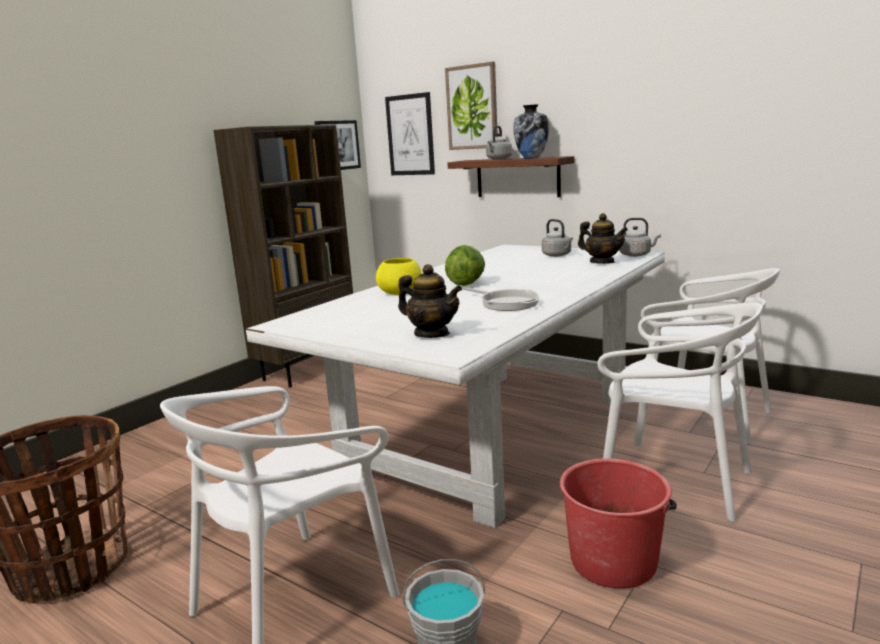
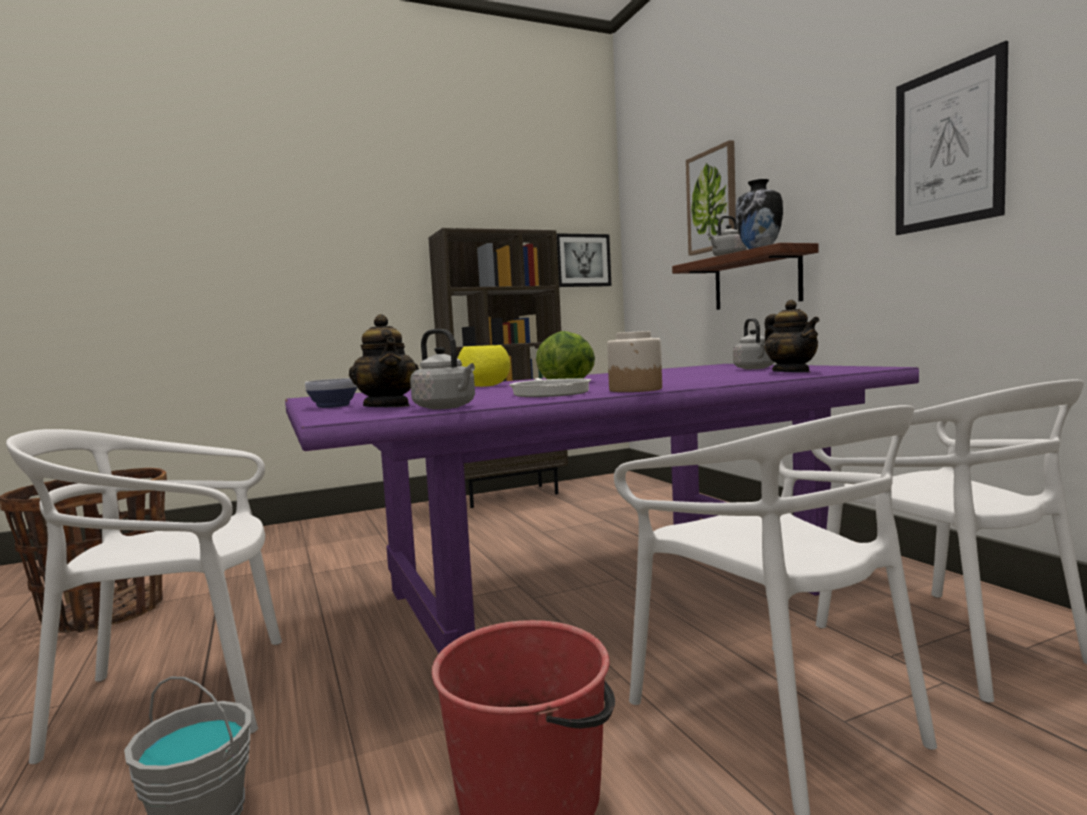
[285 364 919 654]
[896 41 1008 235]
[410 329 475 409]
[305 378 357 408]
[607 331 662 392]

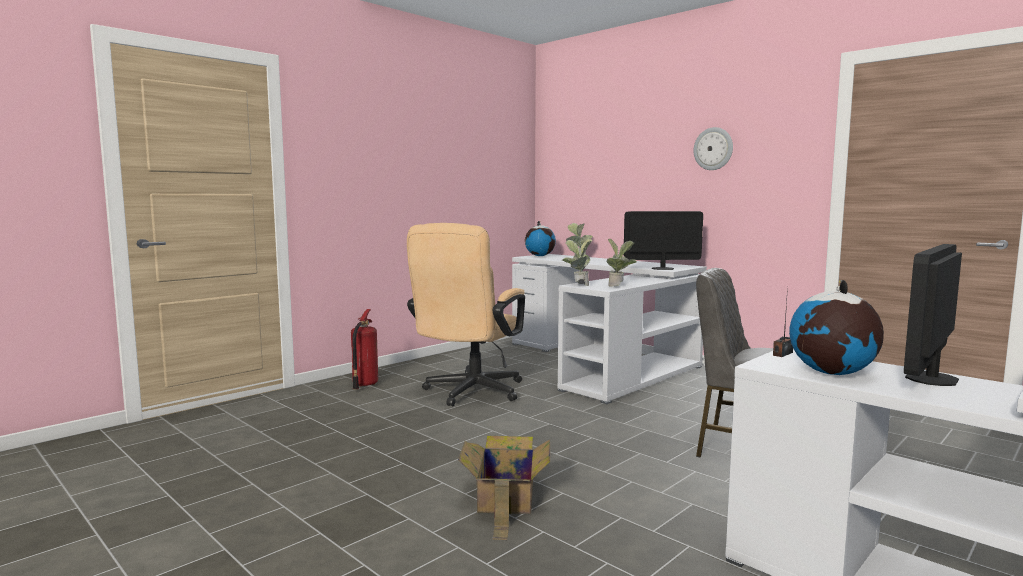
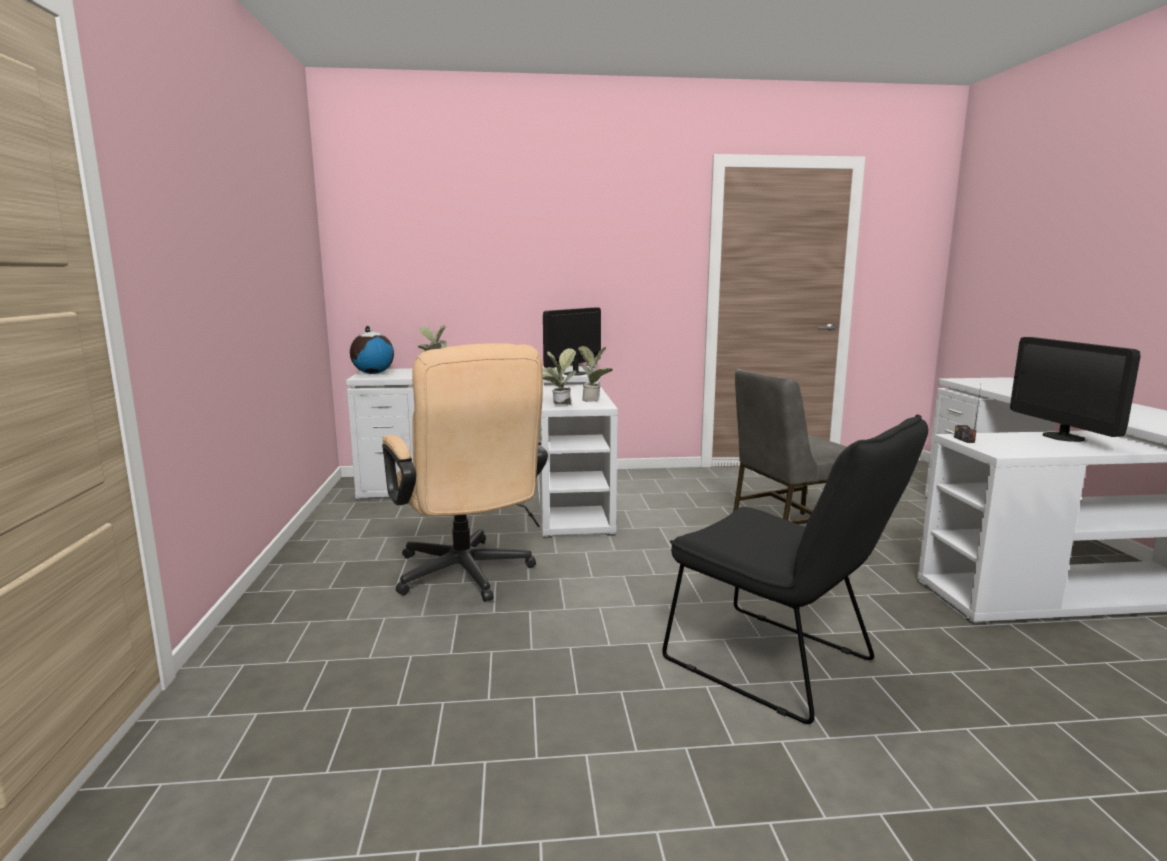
[351 309 378 390] (first image)
[662 414 929 724]
[694 127 733 170] (first image)
[789 280 884 375] (first image)

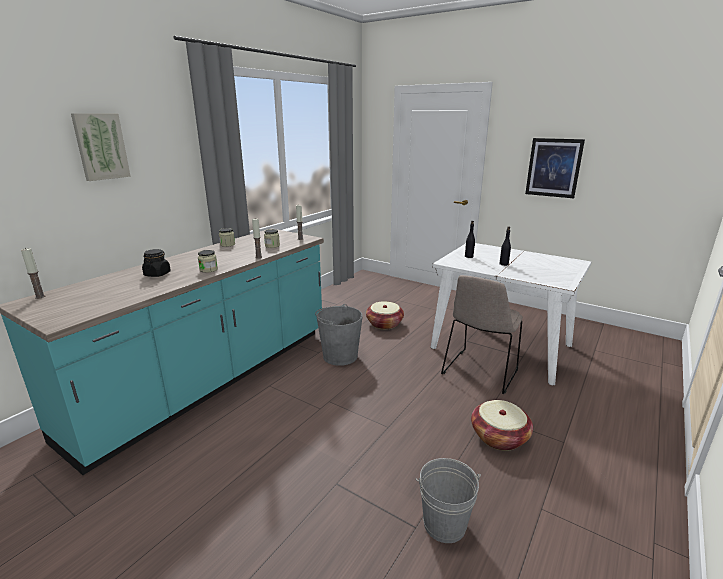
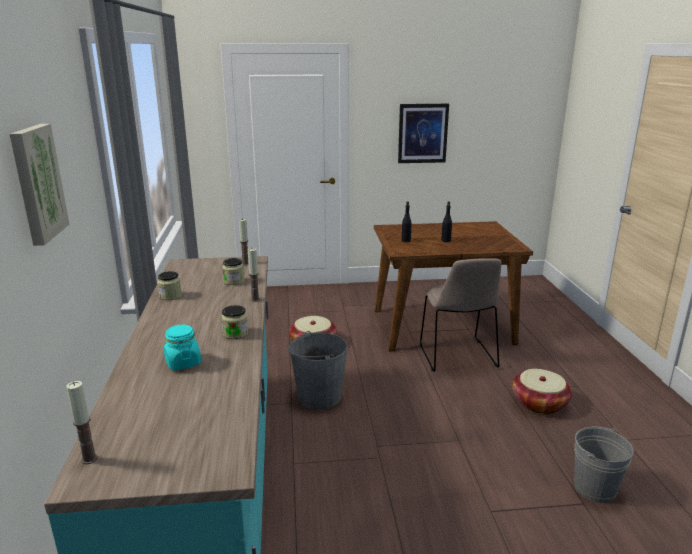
[164 325 201 370]
[374 221 533 352]

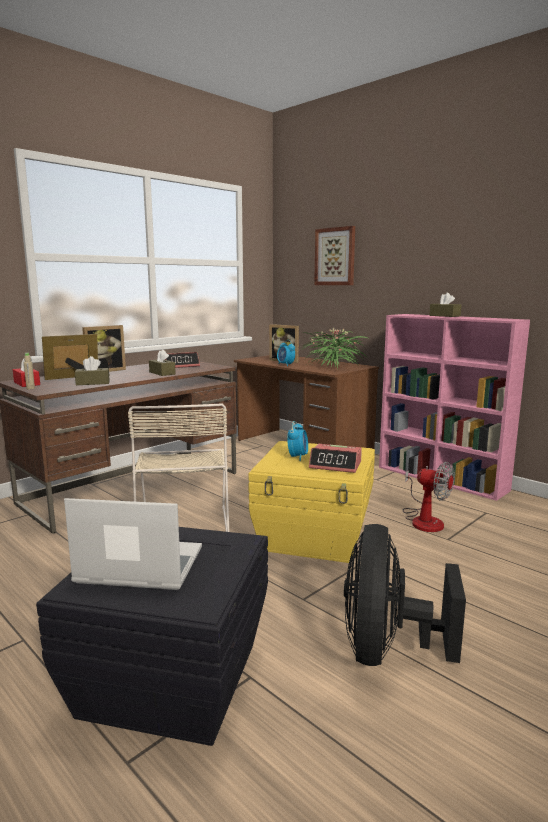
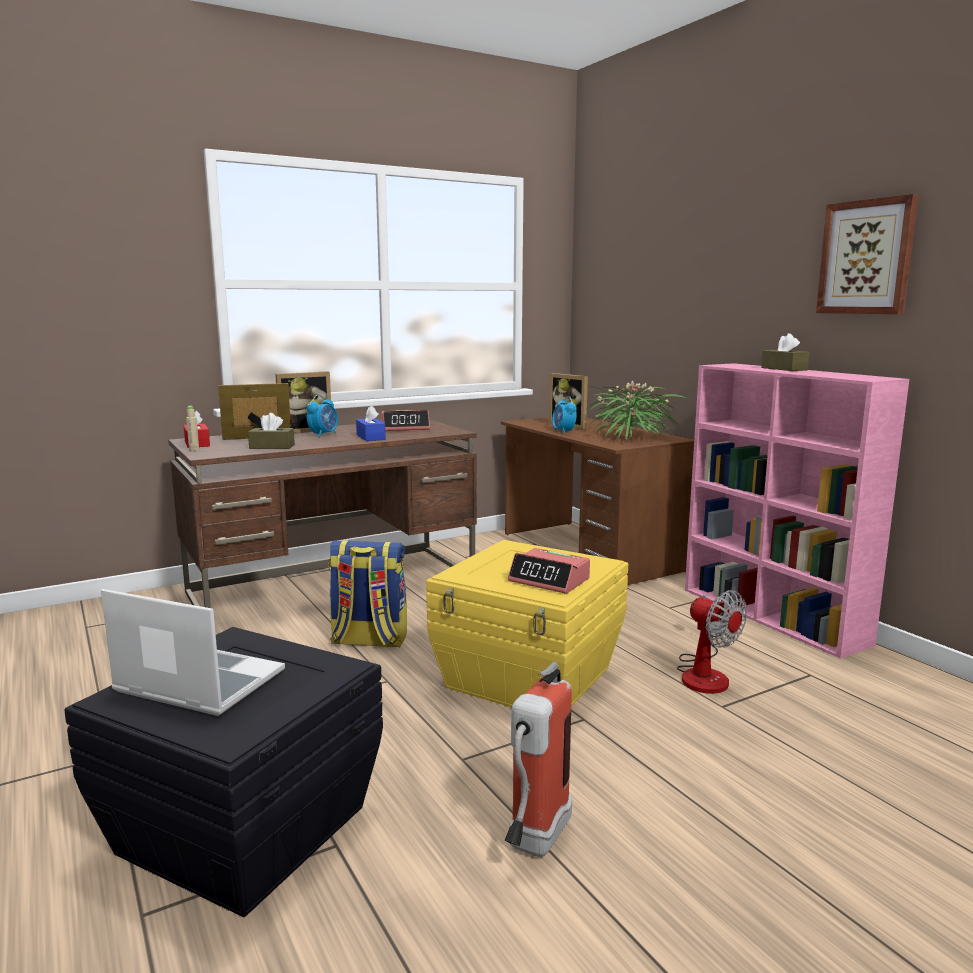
[328 540 407 647]
[356 405 386 441]
[307 395 338 437]
[816 194 919 314]
[505 662 572 857]

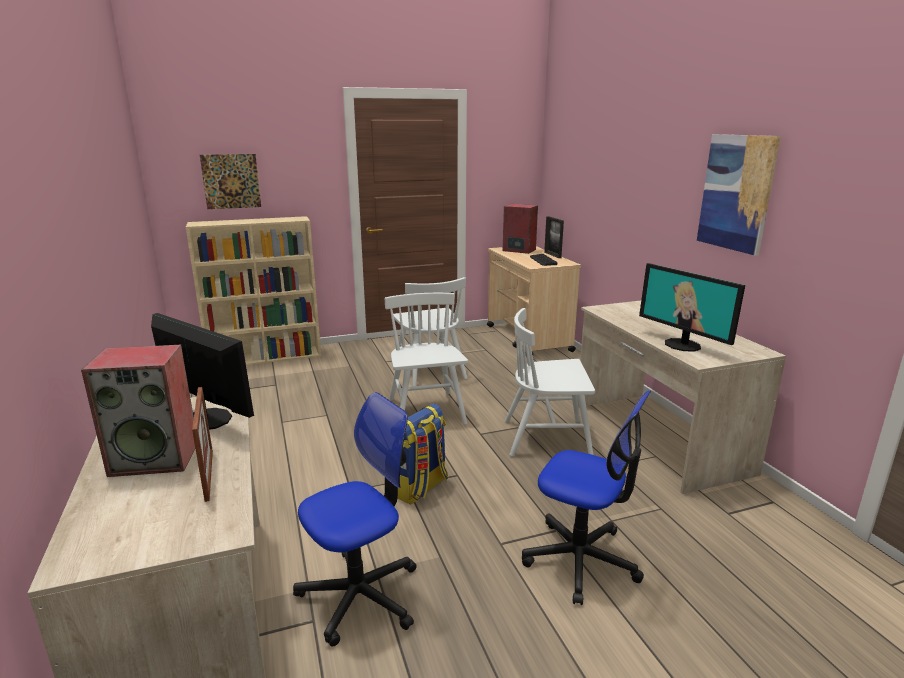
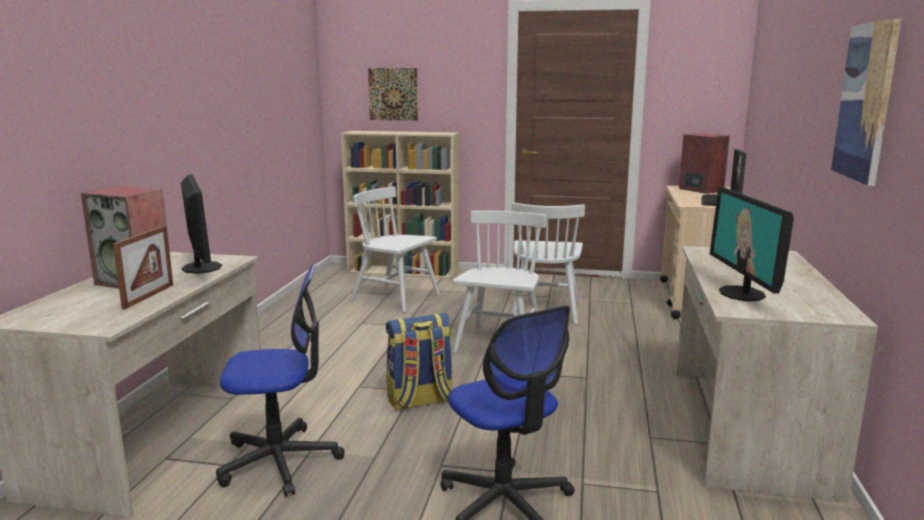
[350 186 440 313]

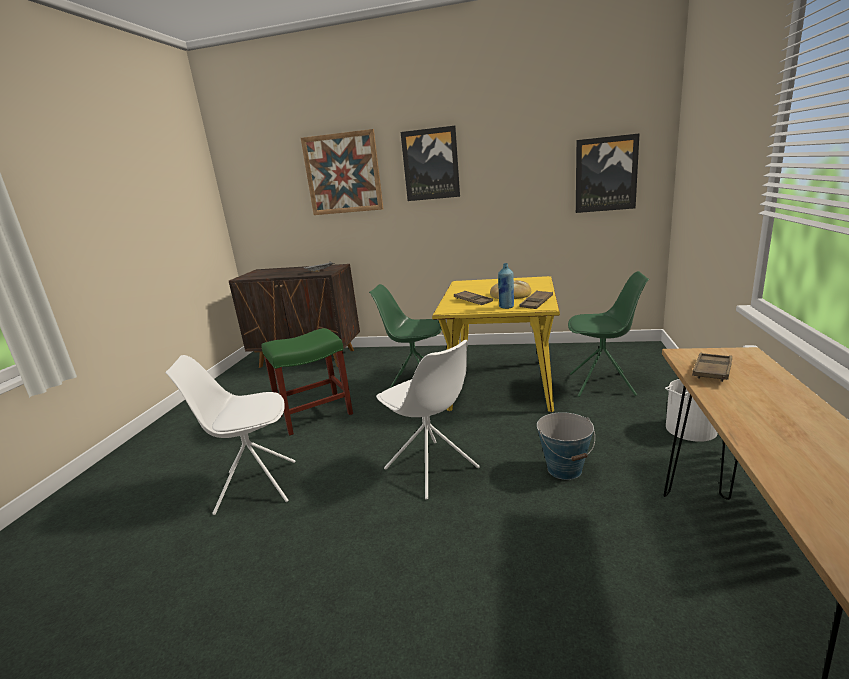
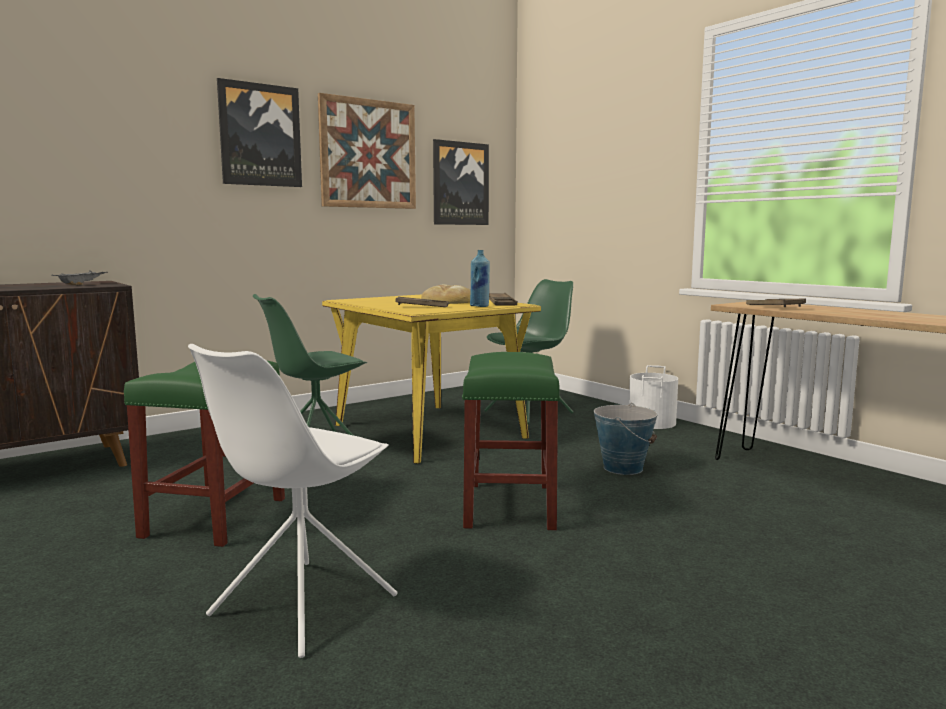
[318 93 416 209]
[462 352 561 530]

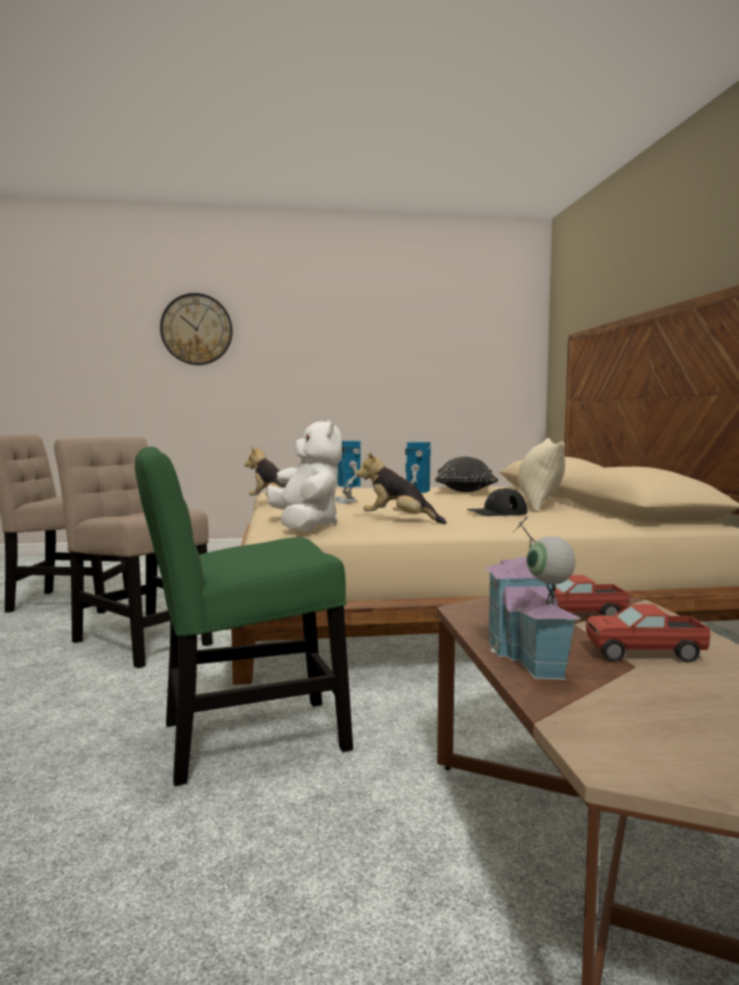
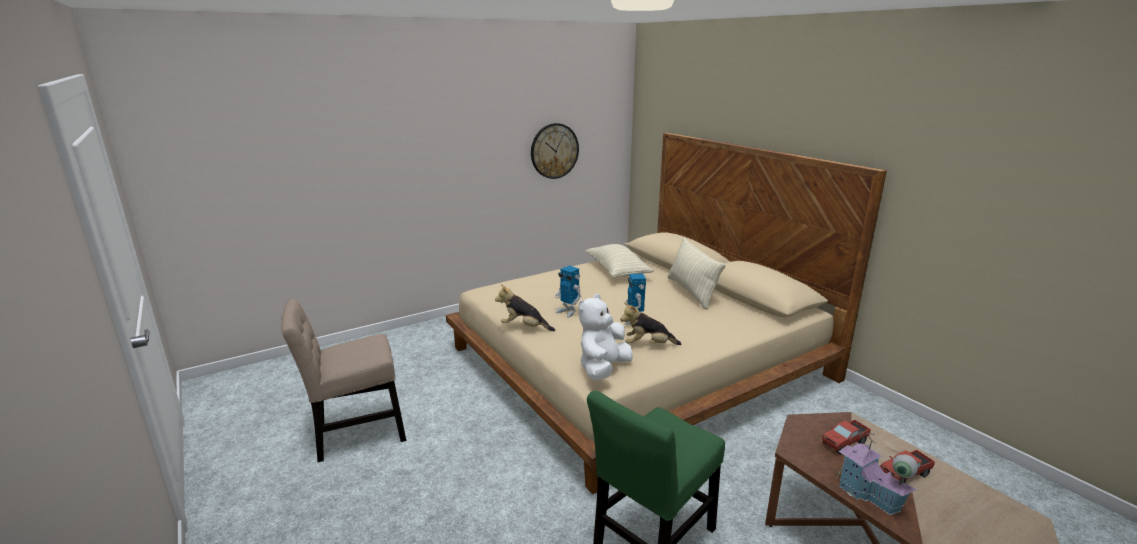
[54 437 213 668] (first image)
[531 123 579 179]
[578 294 633 381]
[585 244 654 278]
[467 488 527 516] (first image)

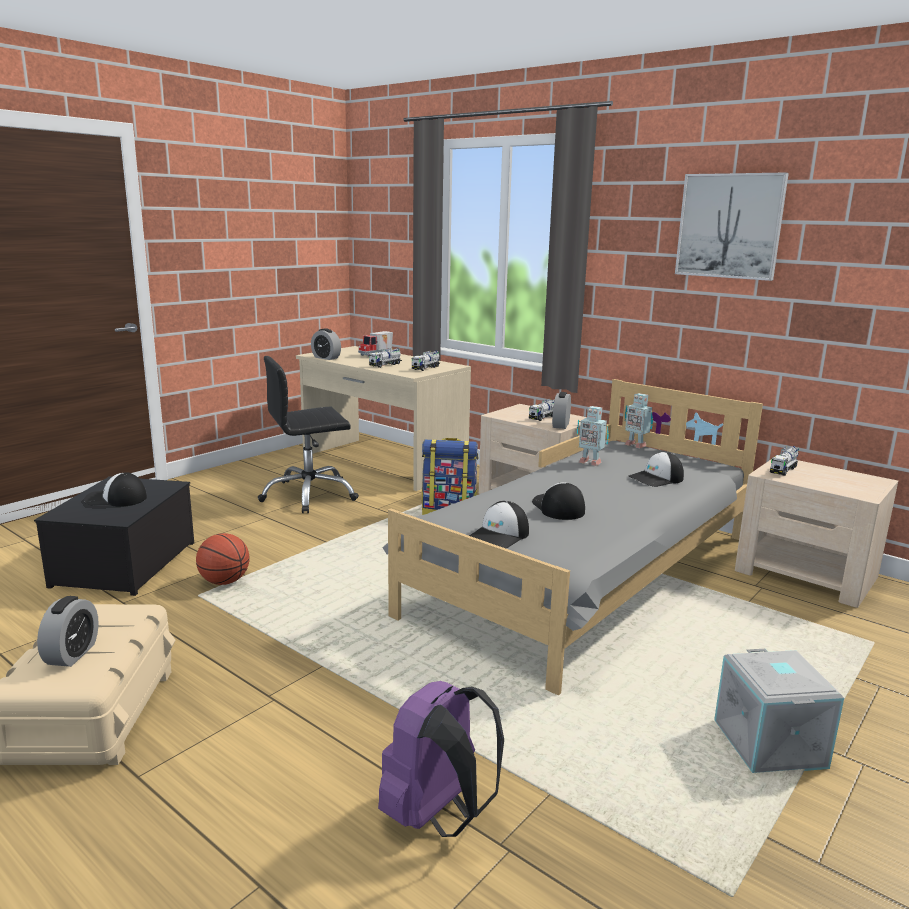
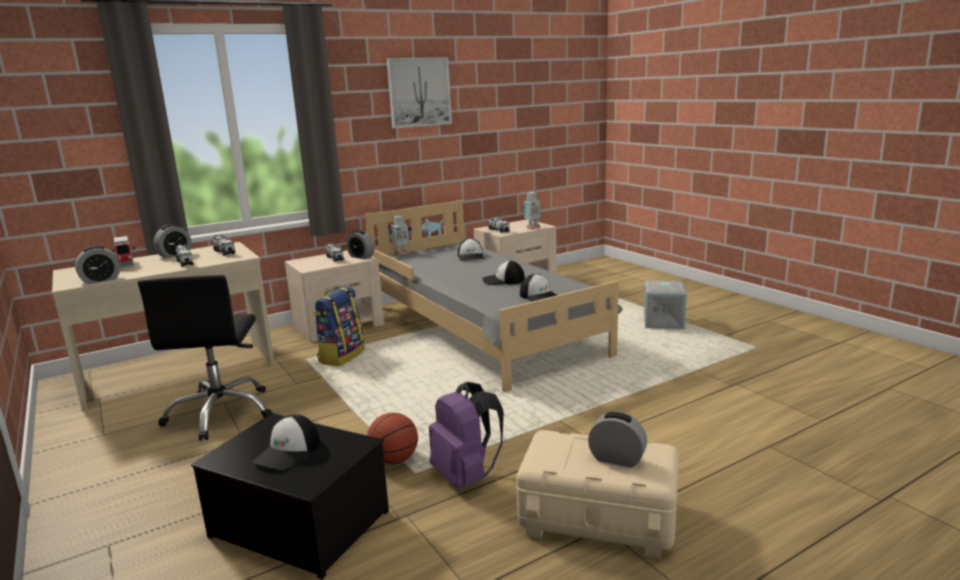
[429 382 504 488]
[523 192 540 229]
[153 224 192 258]

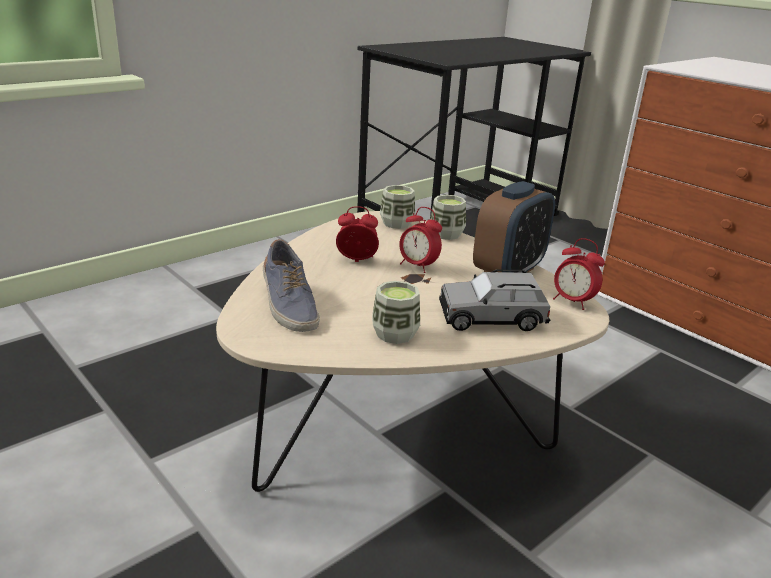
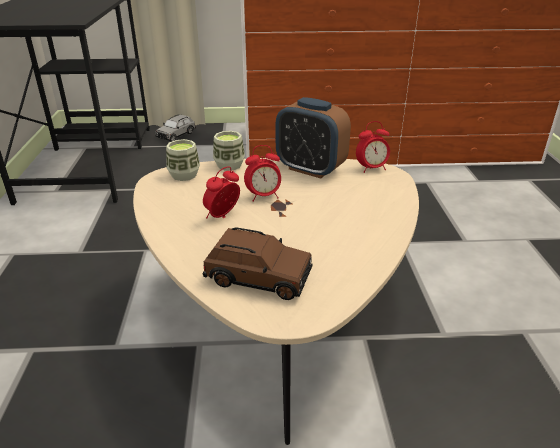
[202 227 312 300]
[372 281 420 344] (first image)
[155 115 196 142]
[276 97 351 178]

